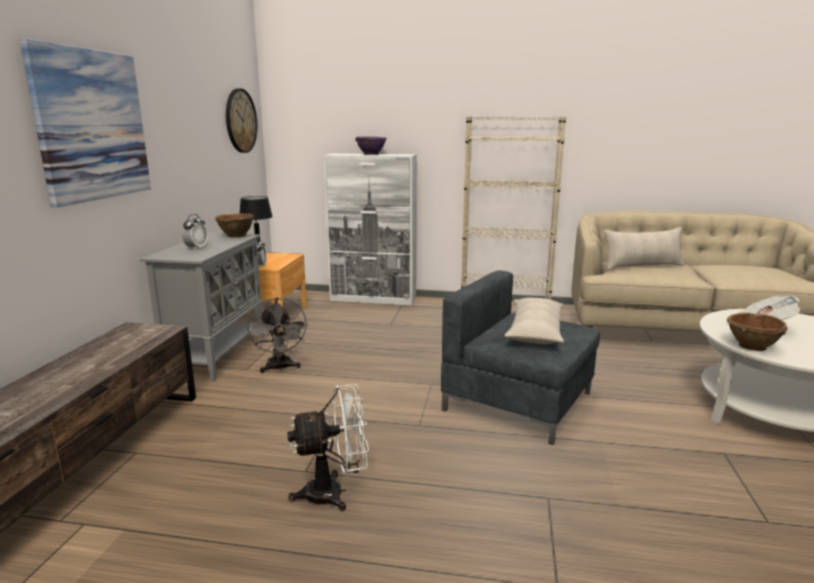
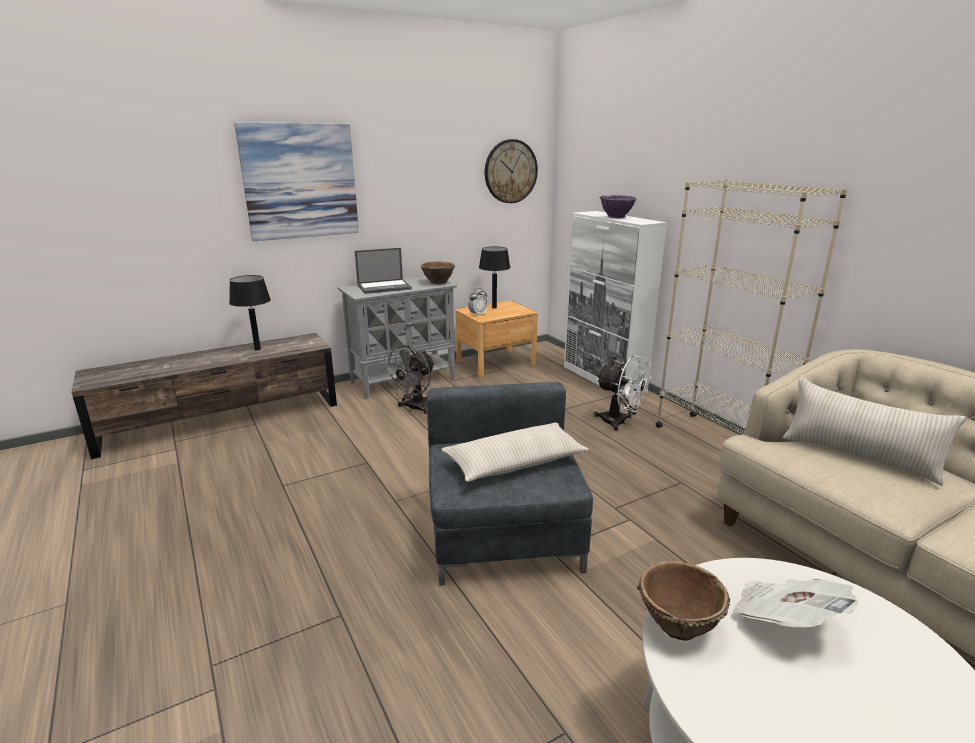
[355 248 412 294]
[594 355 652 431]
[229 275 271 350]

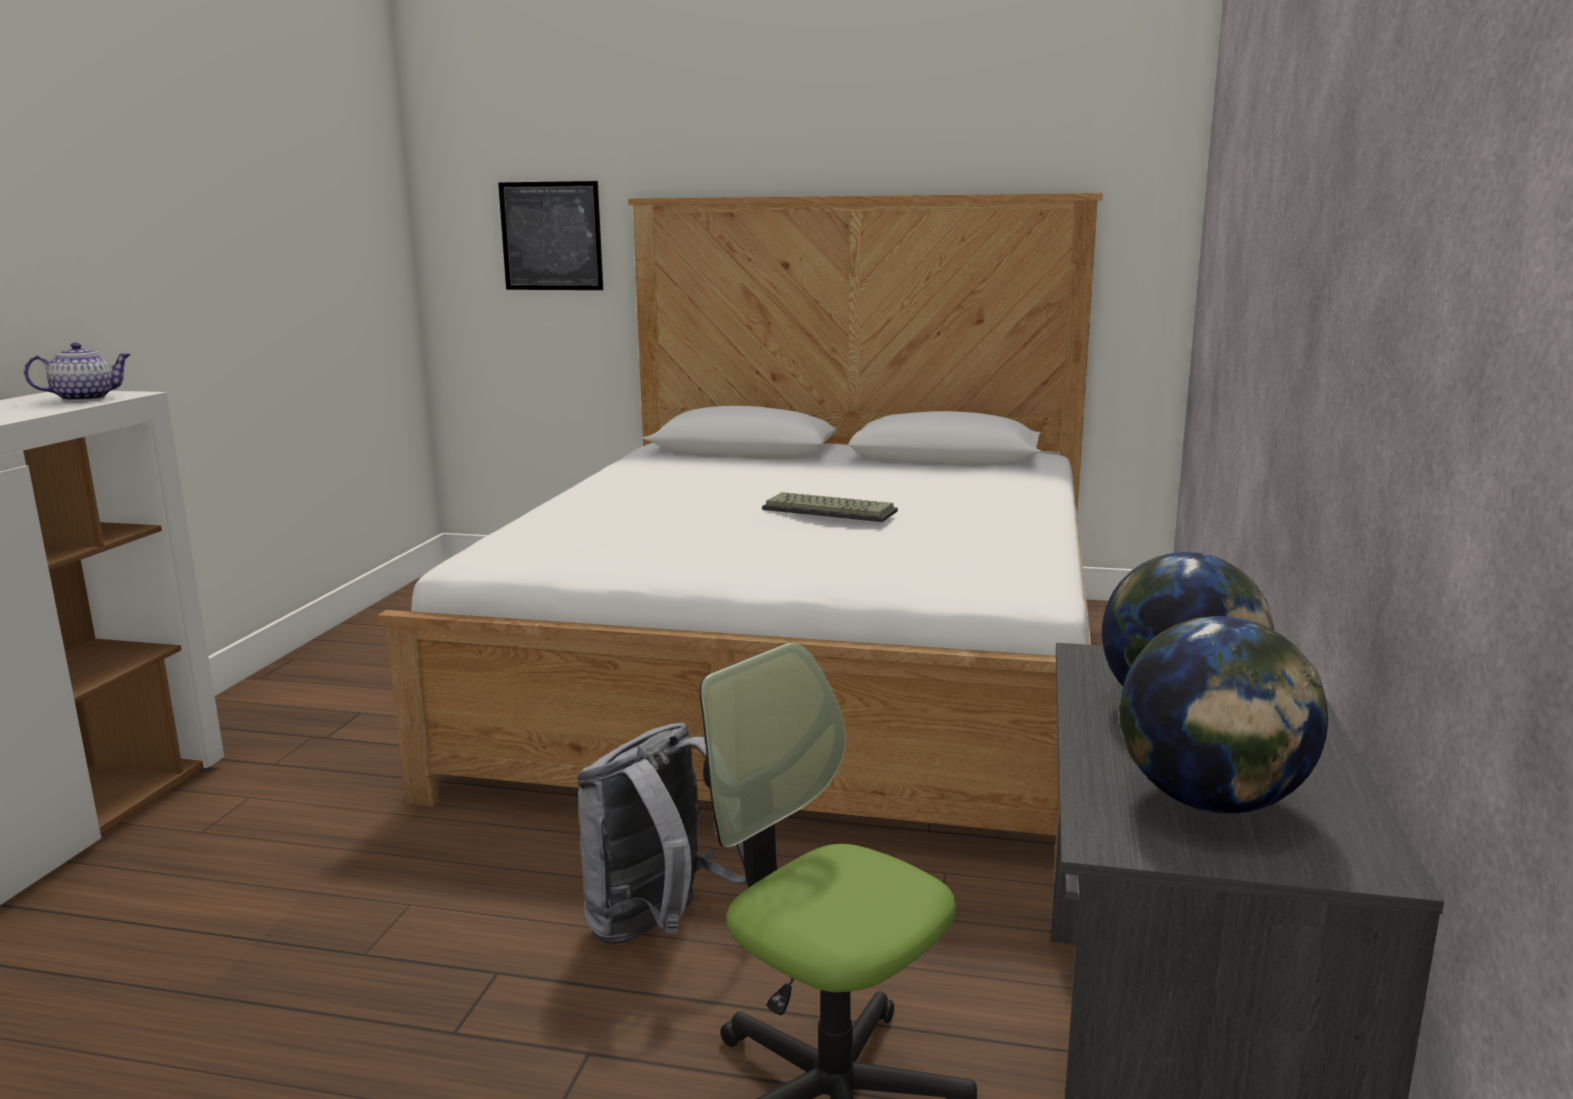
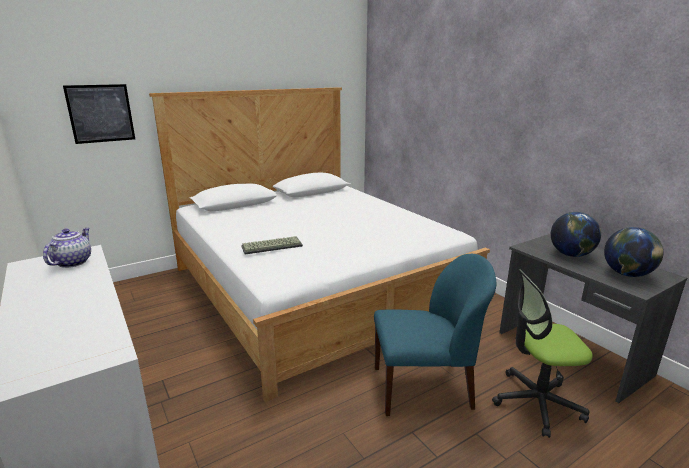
[374 254 496 416]
[241 236 303 254]

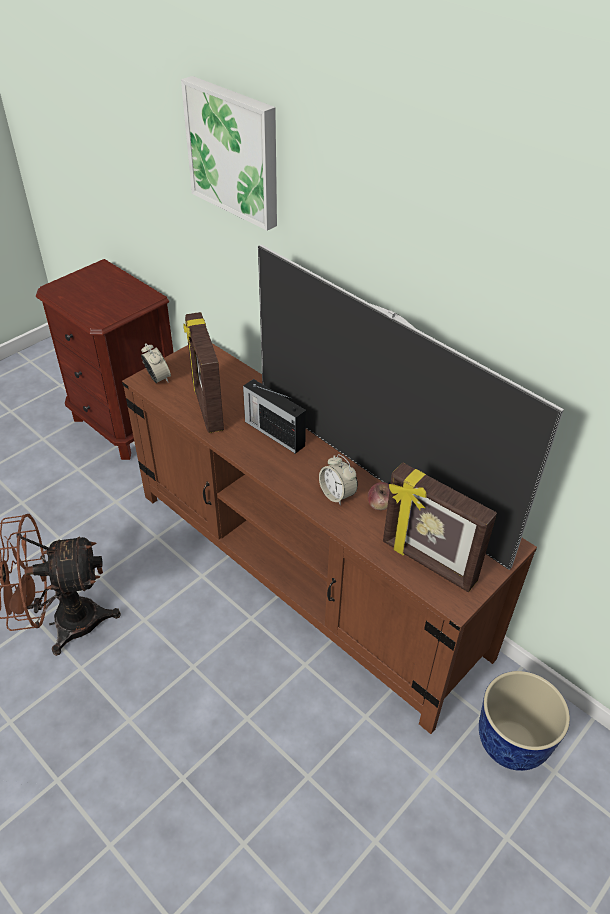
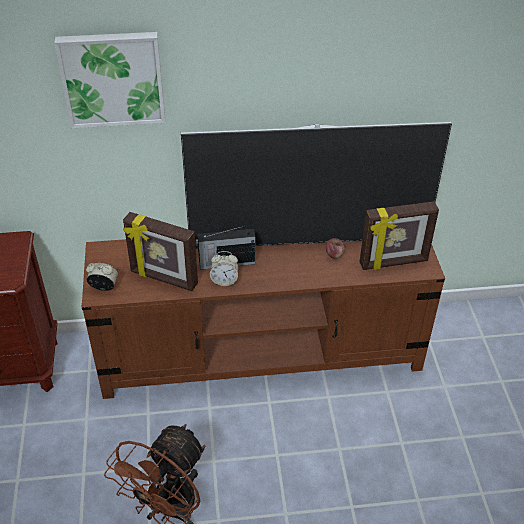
[210 251 238 286]
[479 671 570 771] (first image)

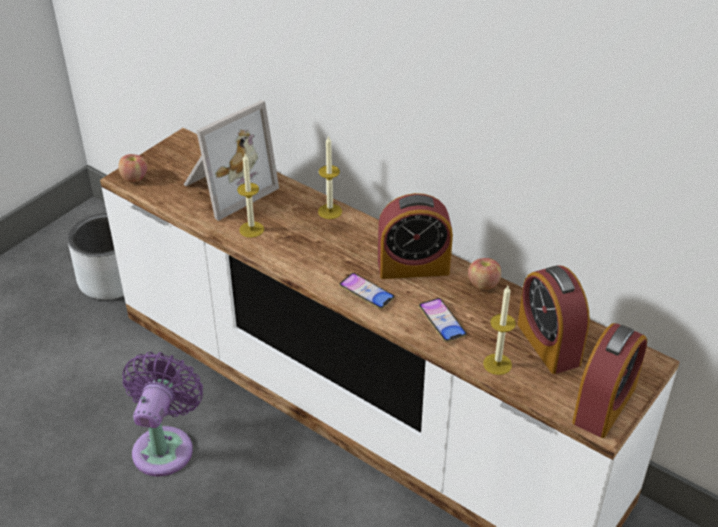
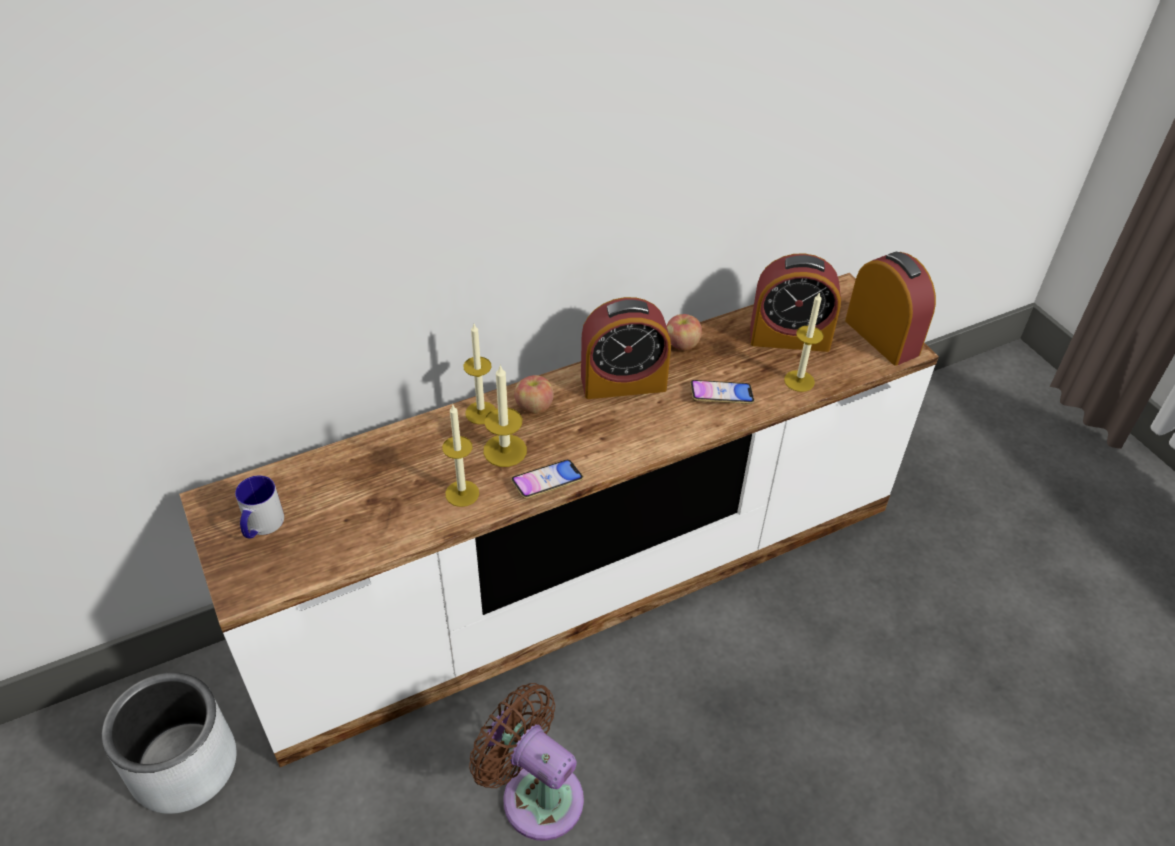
[514 375 554 414]
[469 683 584 841]
[183 100 279 221] (first image)
[511 460 583 499]
[581 297 671 399]
[235 475 284 539]
[483 364 527 467]

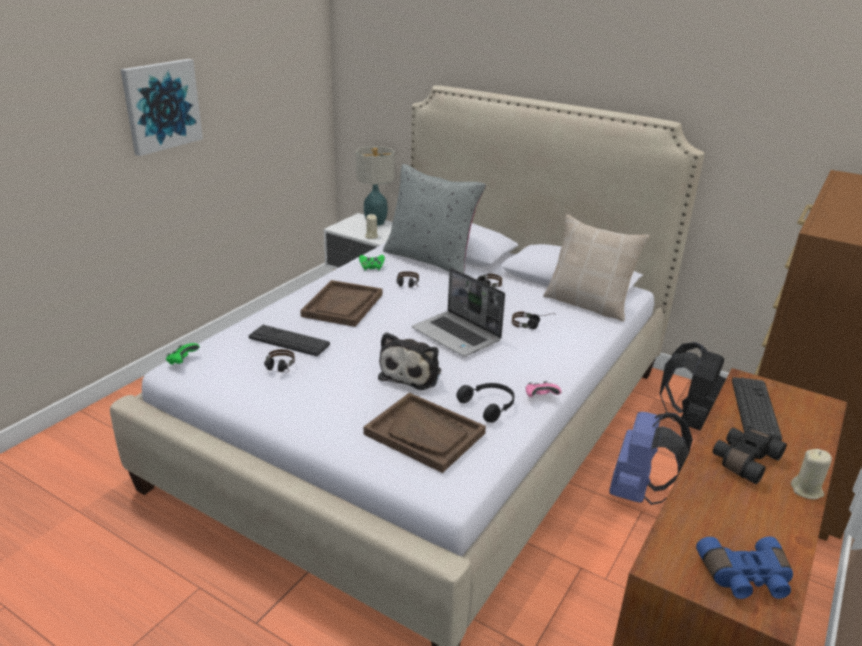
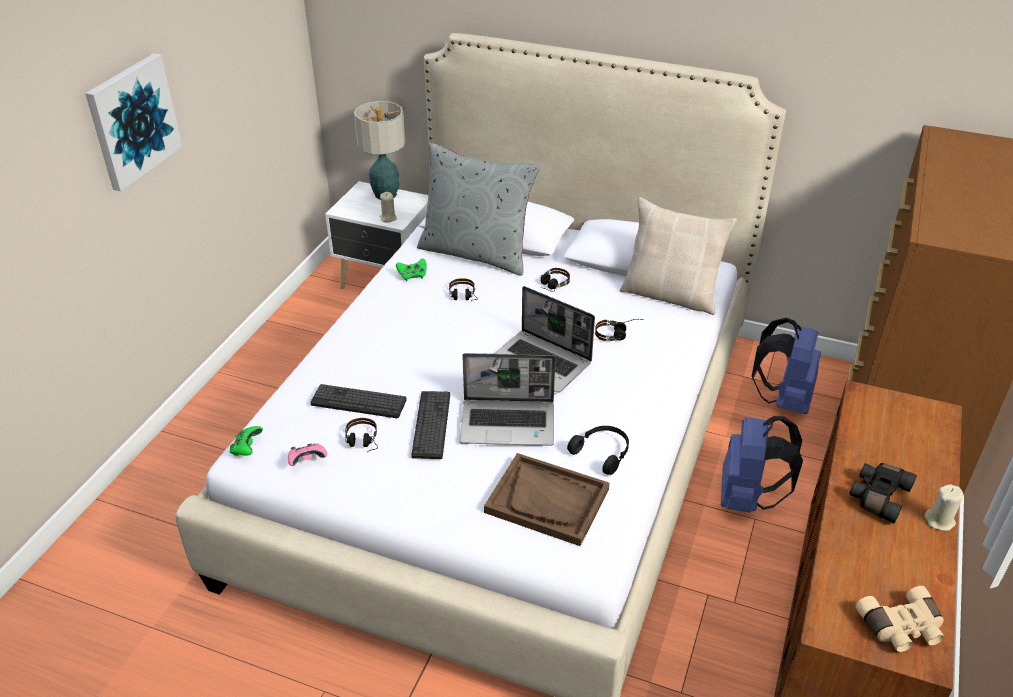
[300 280 382 327] (first image)
[460 353 556 446]
[288 443 327 466]
[752 318 821 414]
[855 586 944 652]
[411 391 450 459]

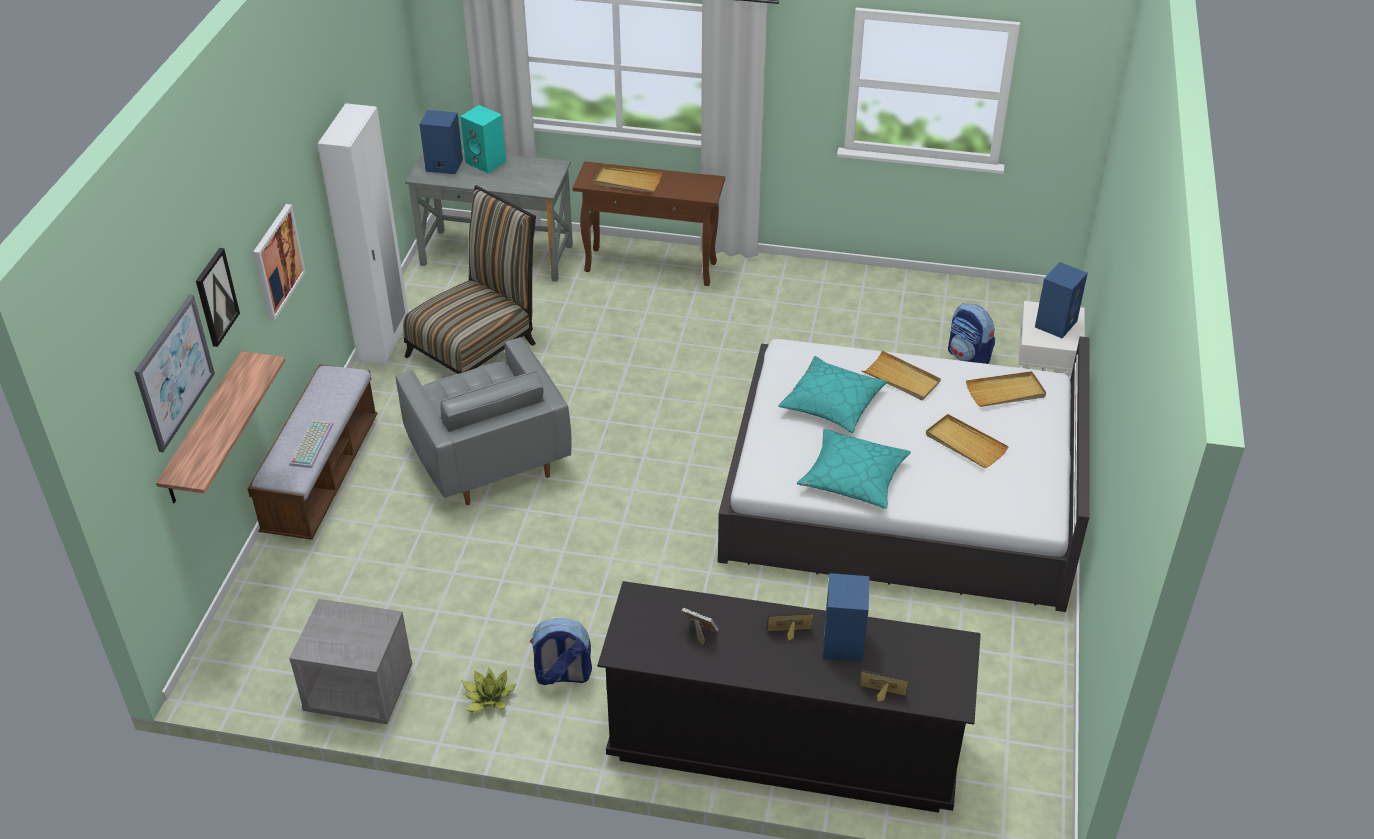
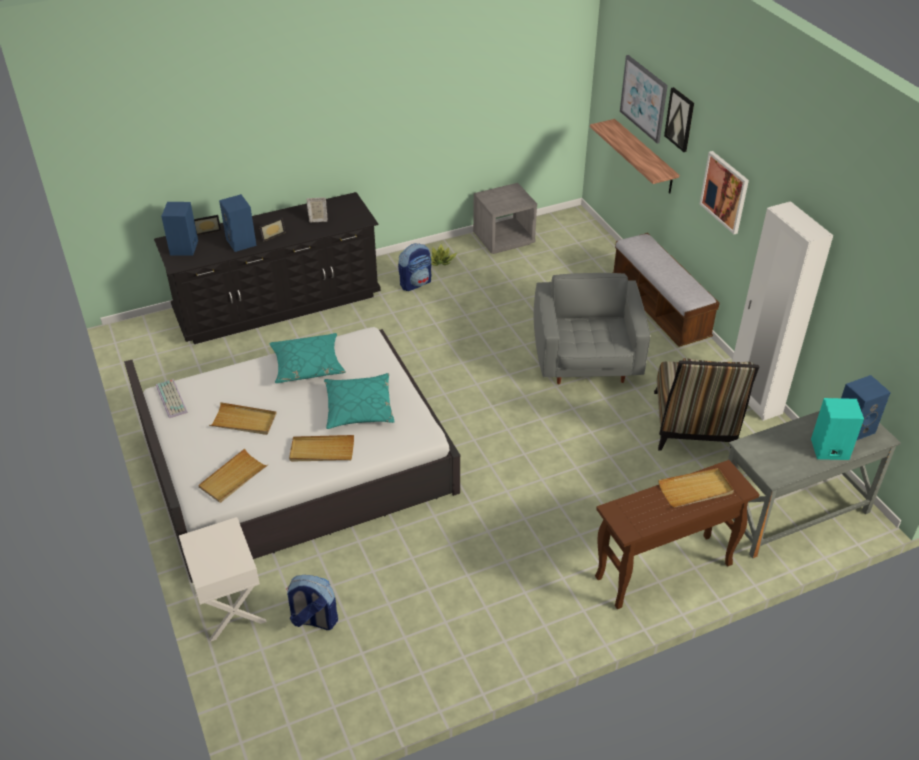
[156 379 188 418]
[533 273 650 384]
[161 202 198 256]

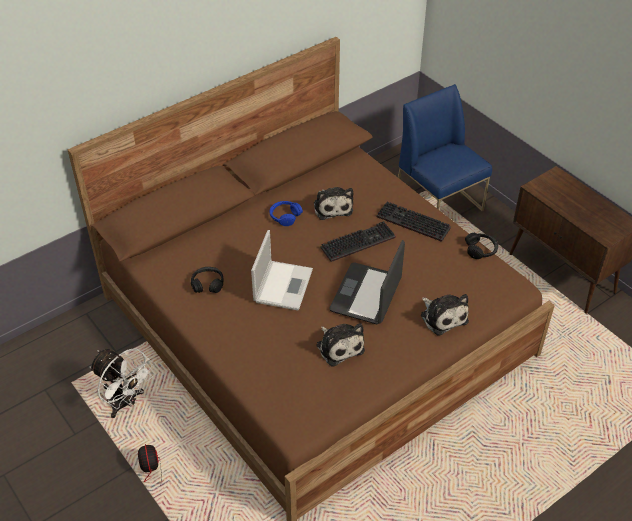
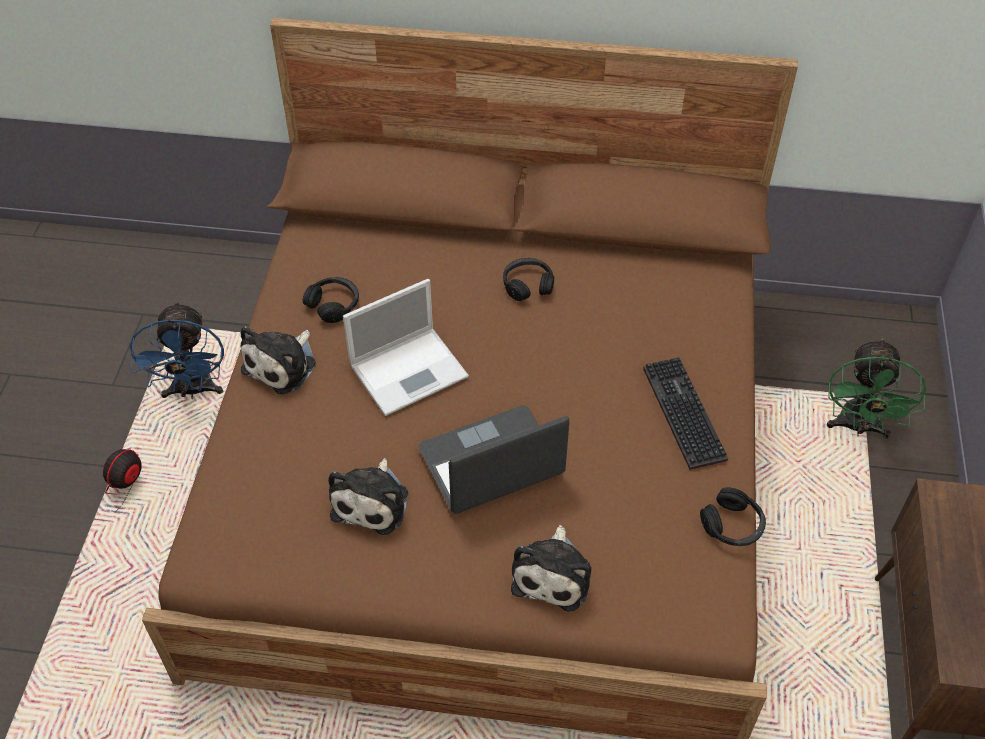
[130 301 224 399]
[503 258 554 301]
[241 326 316 394]
[320 221 396 262] (first image)
[827 337 926 439]

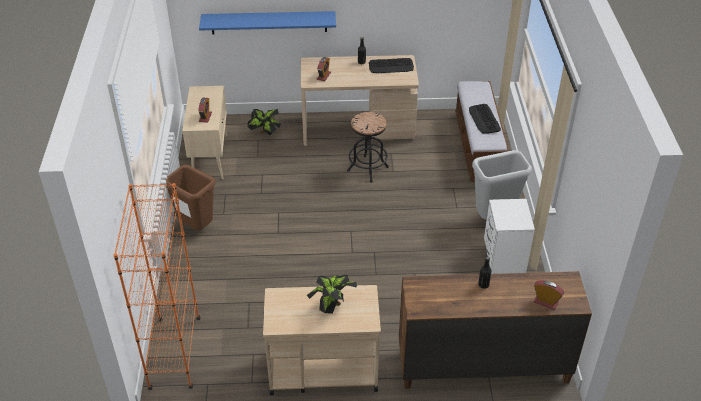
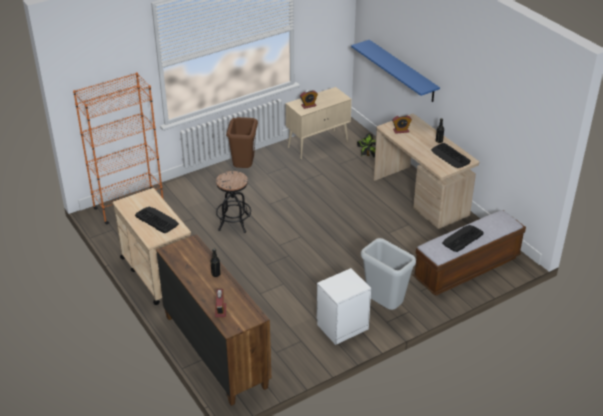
[135 207 179 233]
[216 171 251 233]

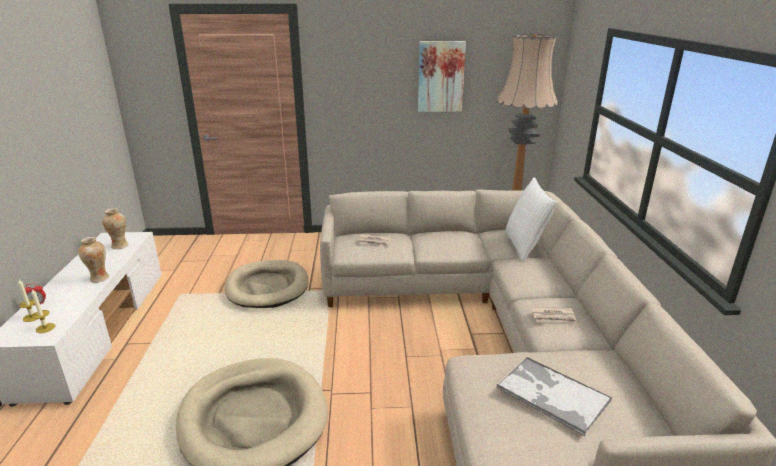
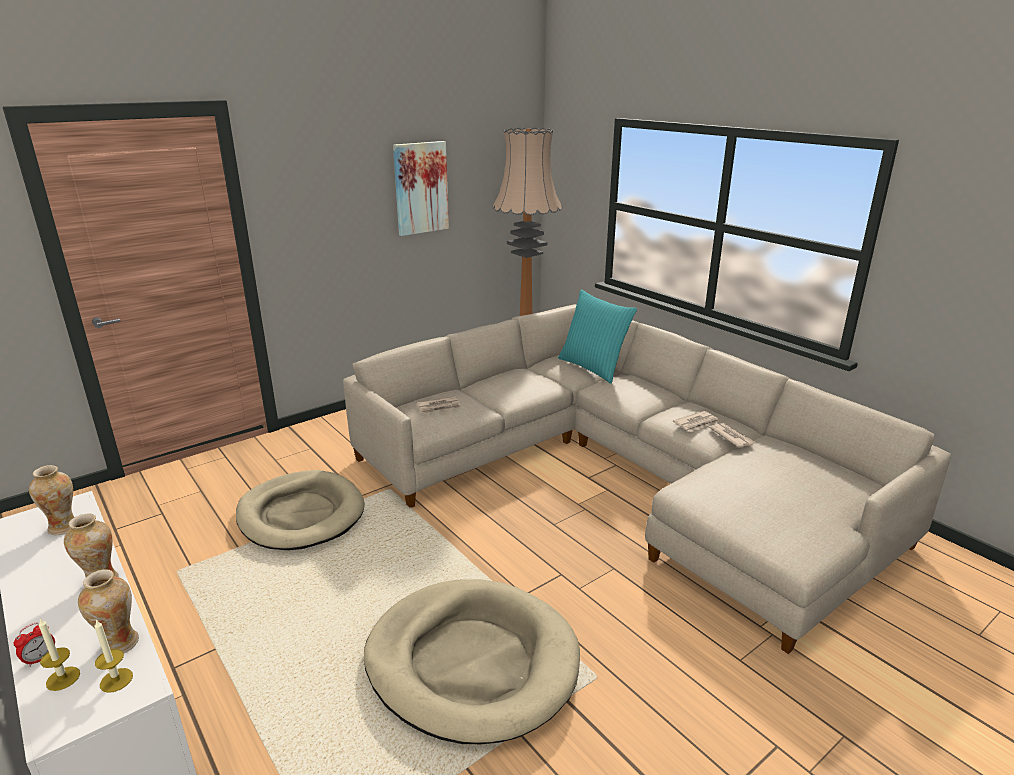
[497 357 612 436] (first image)
[558 289 637 384]
[78 569 139 653]
[709 423 755 448]

